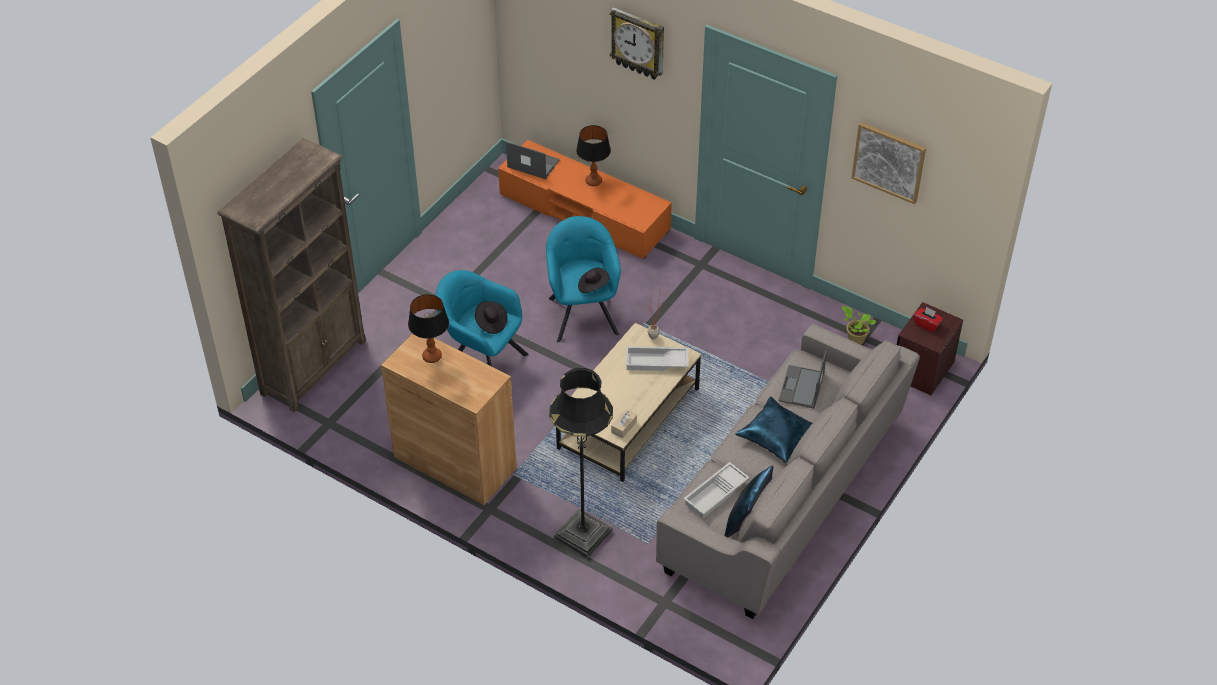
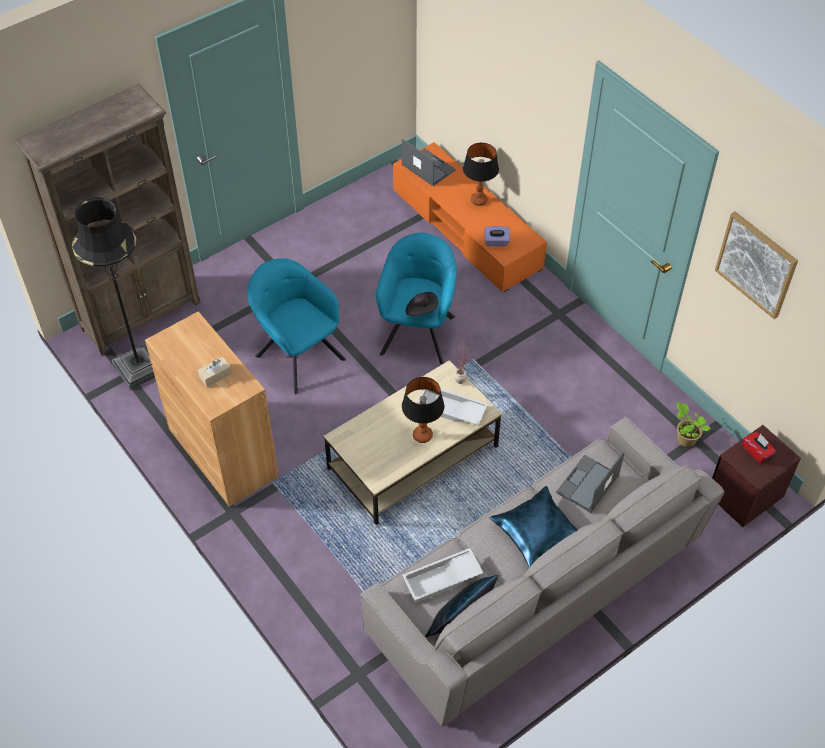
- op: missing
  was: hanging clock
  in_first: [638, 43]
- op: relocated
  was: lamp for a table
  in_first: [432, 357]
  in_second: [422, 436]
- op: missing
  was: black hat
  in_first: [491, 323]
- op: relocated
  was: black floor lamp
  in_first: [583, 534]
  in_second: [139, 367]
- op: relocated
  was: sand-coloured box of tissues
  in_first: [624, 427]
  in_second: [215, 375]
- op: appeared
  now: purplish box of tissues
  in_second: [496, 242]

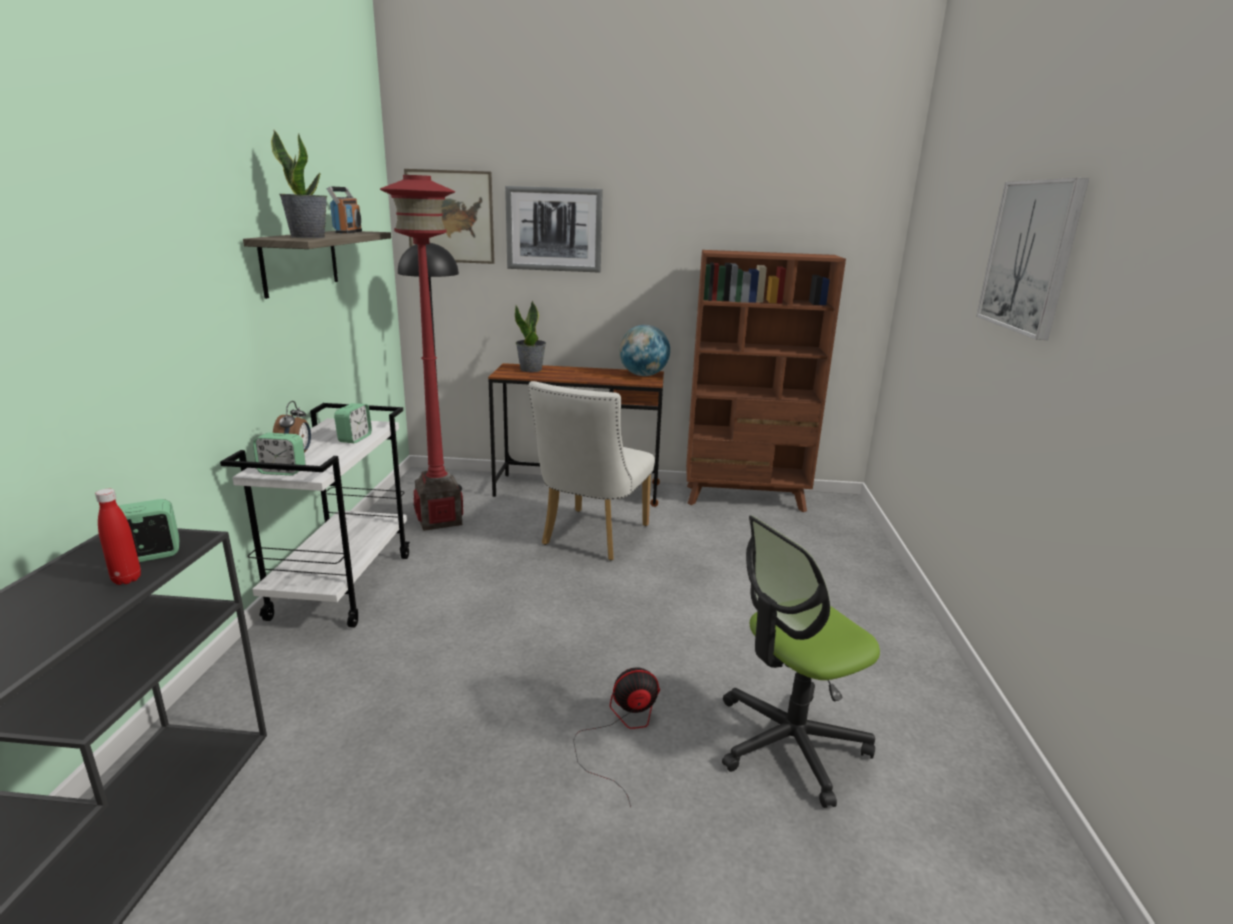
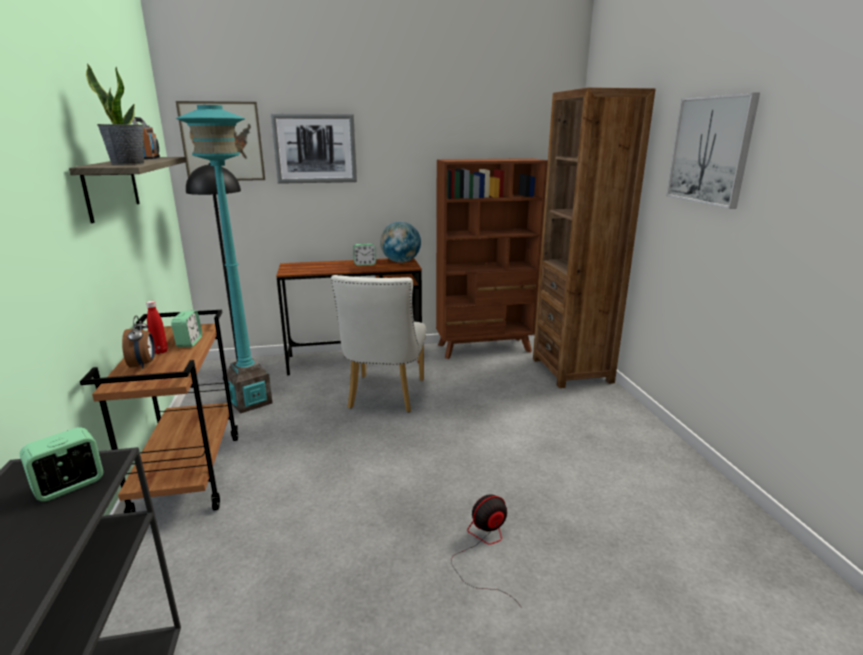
- op: colour
  was: red-coloured floor lamp
  now: turquoise-coloured floor lamp
  in_first: [440, 519]
  in_second: [250, 402]
- op: missing
  was: houseplant
  in_first: [531, 369]
- op: colour
  was: whitish cart
  now: brown cart
  in_first: [342, 585]
  in_second: [188, 474]
- op: relocated
  was: bedside clock
  in_first: [282, 471]
  in_second: [364, 264]
- op: relocated
  was: red-coloured drink bottle
  in_first: [127, 579]
  in_second: [160, 351]
- op: missing
  was: office chair
  in_first: [789, 743]
- op: appeared
  now: brown bookcase
  in_second: [572, 370]

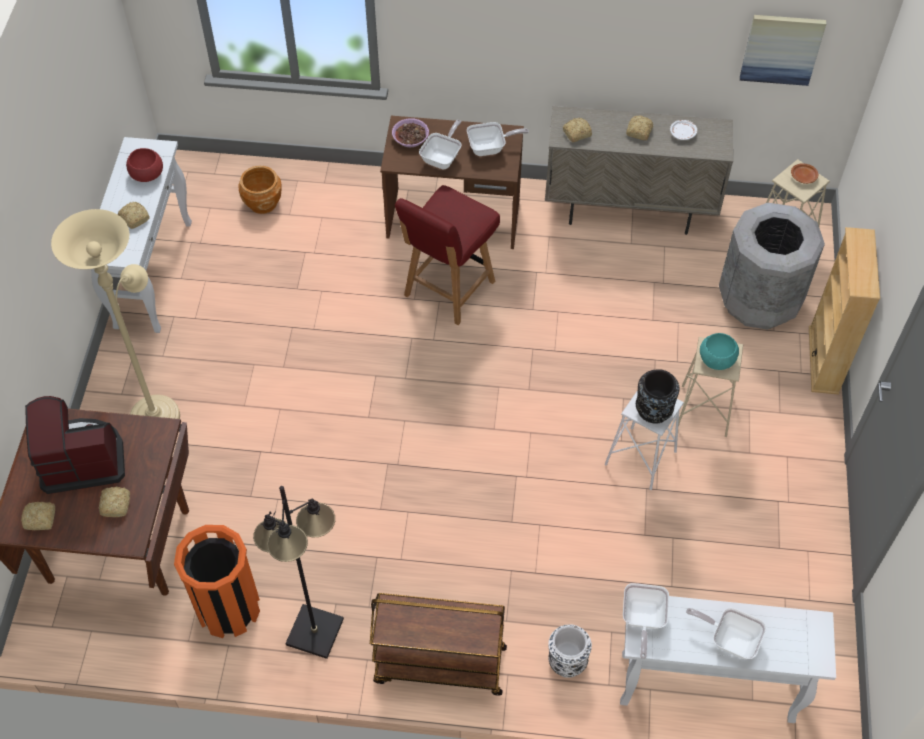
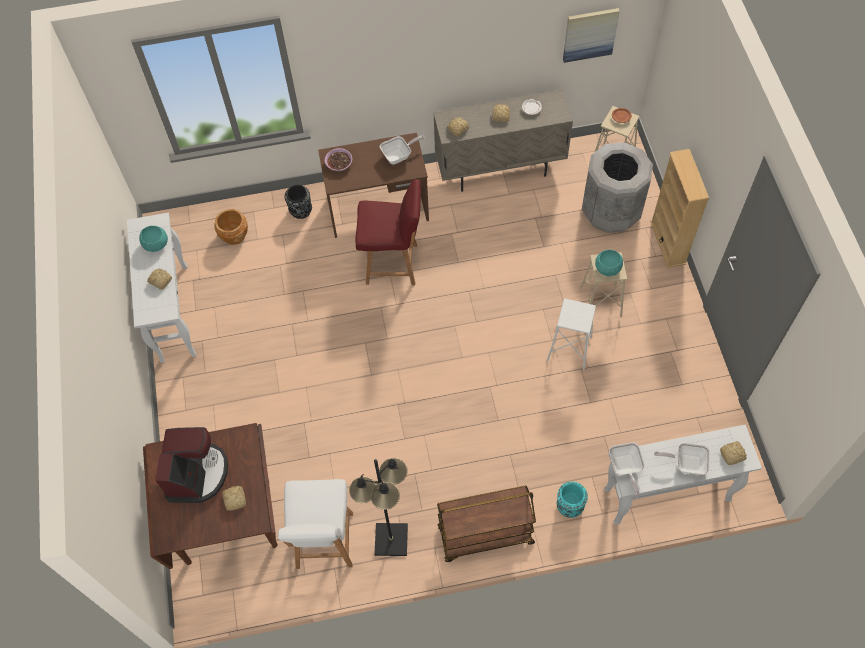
- op: missing
  was: skillet
  in_first: [443, 157]
- op: colour
  was: red-coloured deep dish
  now: turquoise-coloured deep dish
  in_first: [146, 174]
  in_second: [155, 244]
- op: spun
  was: red-coloured chair
  in_first: [448, 290]
  in_second: [393, 264]
  clockwise: -105
- op: missing
  was: sand-coloured floor lamp
  in_first: [156, 412]
- op: relocated
  was: black decorative vase
  in_first: [653, 411]
  in_second: [301, 211]
- op: spun
  was: coffee maker
  in_first: [82, 459]
  in_second: [196, 474]
  clockwise: 120
- op: relocated
  was: baked bread
  in_first: [41, 519]
  in_second: [733, 455]
- op: exchanged
  was: orange rubbish bin
  now: whitish chair
  in_first: [228, 608]
  in_second: [324, 542]
- op: colour
  was: whitish decorative vase
  now: turquoise-coloured decorative vase
  in_first: [566, 661]
  in_second: [569, 506]

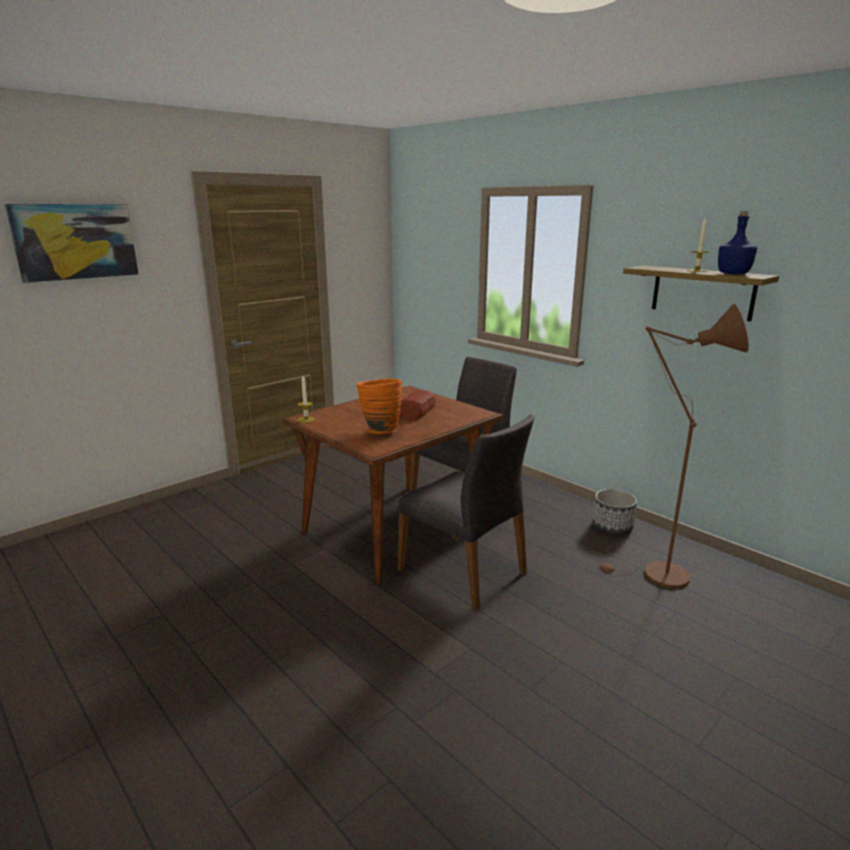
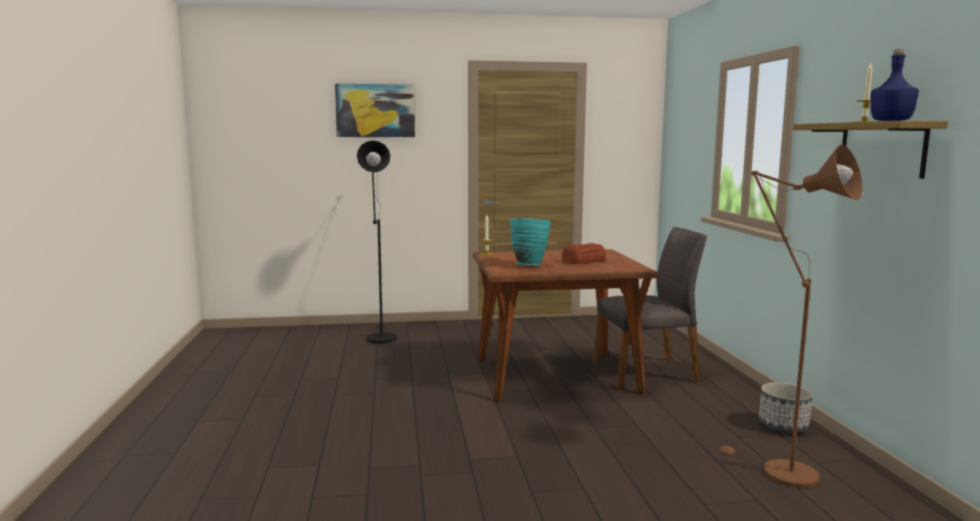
- op: colour
  was: orange decorative vase
  now: turquoise-coloured decorative vase
  in_first: [380, 431]
  in_second: [528, 265]
- op: missing
  was: grey chair
  in_first: [464, 571]
- op: appeared
  now: black floor lamp
  in_second: [380, 337]

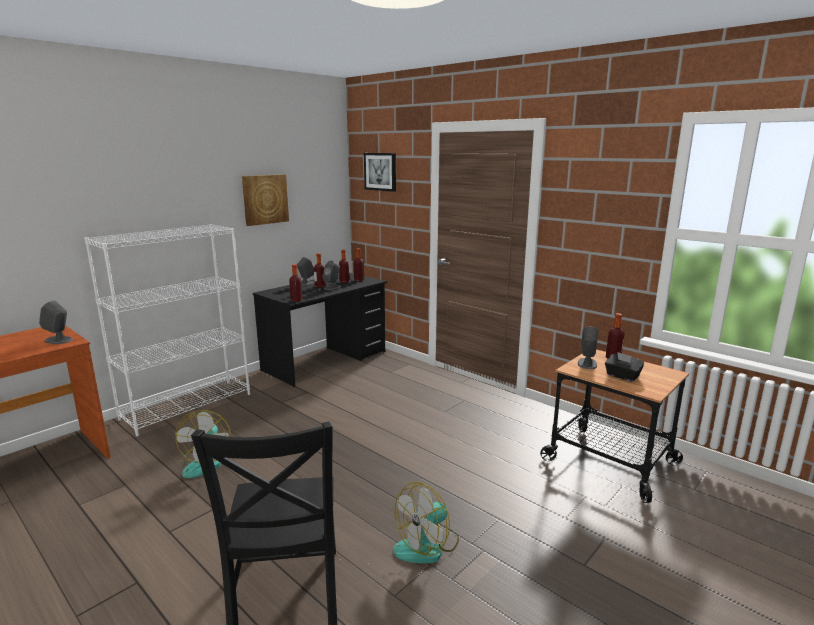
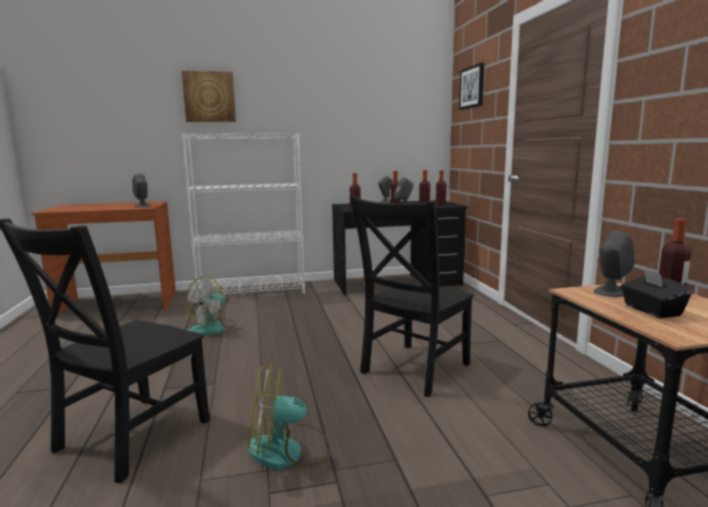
- op: relocated
  was: wall art
  in_first: [265, 199]
  in_second: [209, 97]
- op: appeared
  now: black chair
  in_second: [413, 370]

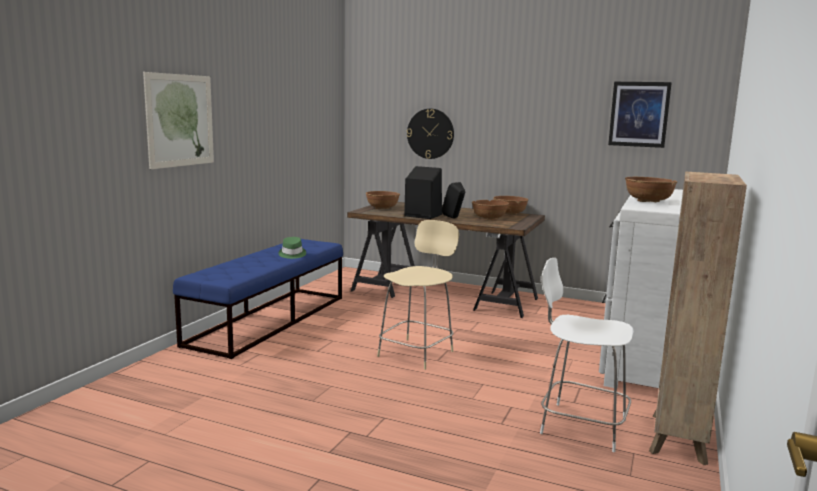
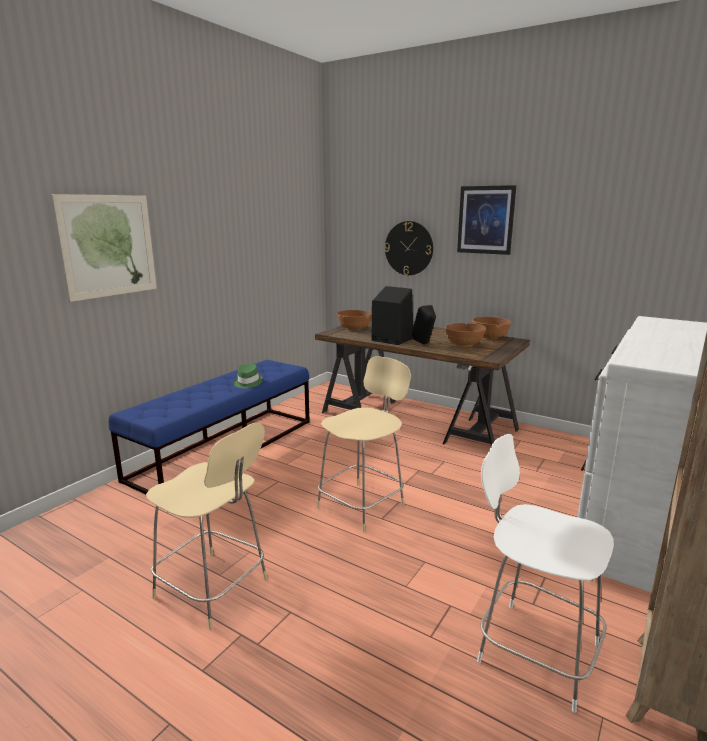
- op: relocated
  was: wall art
  in_first: [639, 114]
  in_second: [486, 220]
- op: missing
  was: brown deep dish
  in_first: [648, 201]
- op: appeared
  now: sand-coloured chair
  in_second: [214, 589]

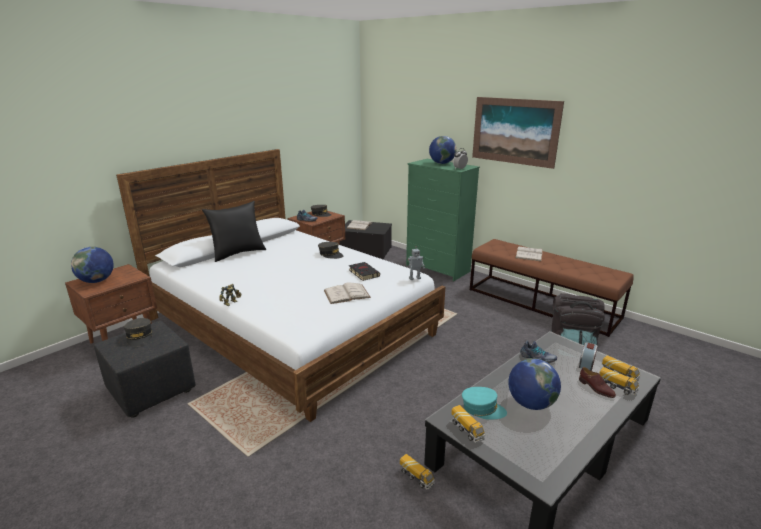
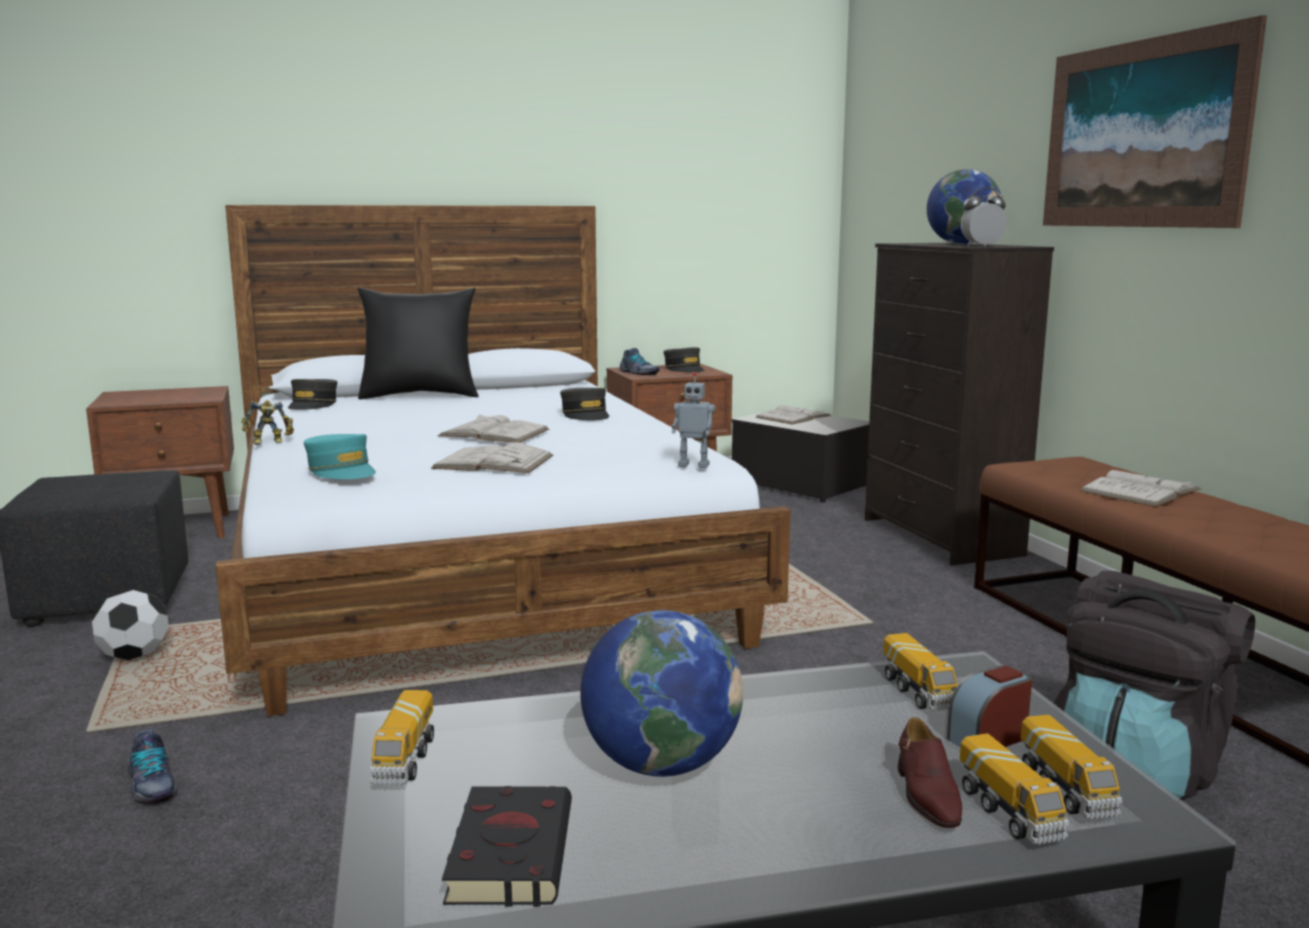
- op: colour
  was: green dresser
  now: black dresser
  in_first: [438, 268]
  in_second: [940, 537]
- op: missing
  was: globe
  in_first: [97, 281]
- op: relocated
  was: black volume
  in_first: [363, 273]
  in_second: [511, 851]
- op: relocated
  was: grey cap
  in_first: [139, 337]
  in_second: [313, 405]
- op: relocated
  was: item of footwear
  in_first: [537, 358]
  in_second: [151, 786]
- op: relocated
  was: turquoise-coloured cap
  in_first: [482, 409]
  in_second: [341, 471]
- op: relocated
  was: model truck
  in_first: [416, 477]
  in_second: [919, 693]
- op: appeared
  now: whitish volume
  in_second: [494, 433]
- op: appeared
  now: football ball
  in_second: [134, 657]

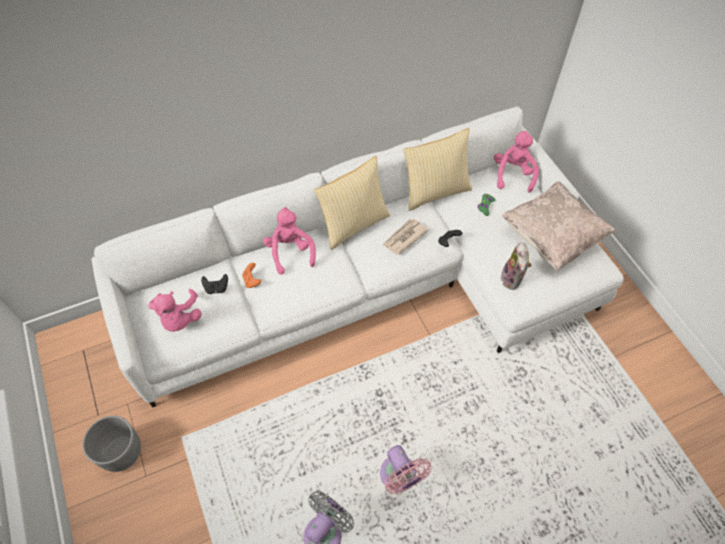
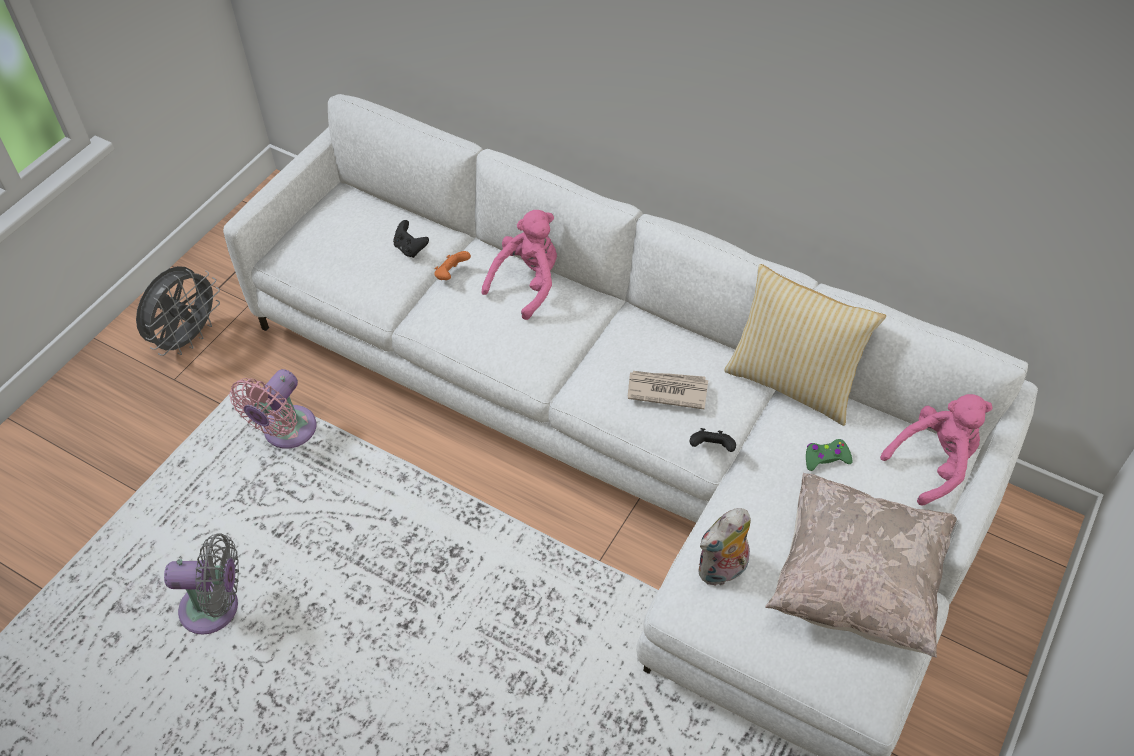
- op: missing
  was: throw pillow
  in_first: [353, 224]
- op: missing
  was: pink-coloured soft toy
  in_first: [179, 318]
- op: exchanged
  was: grey plant pot
  now: grey electric fan
  in_first: [121, 452]
  in_second: [188, 338]
- op: relocated
  was: pink-coloured electric fan
  in_first: [400, 477]
  in_second: [286, 432]

